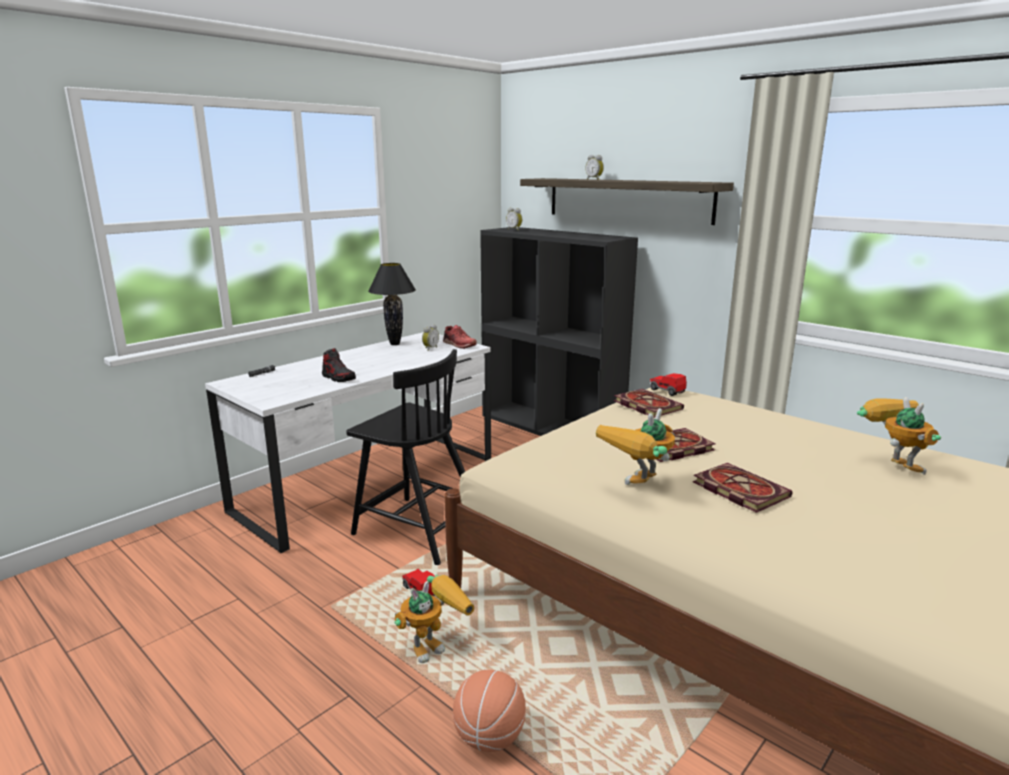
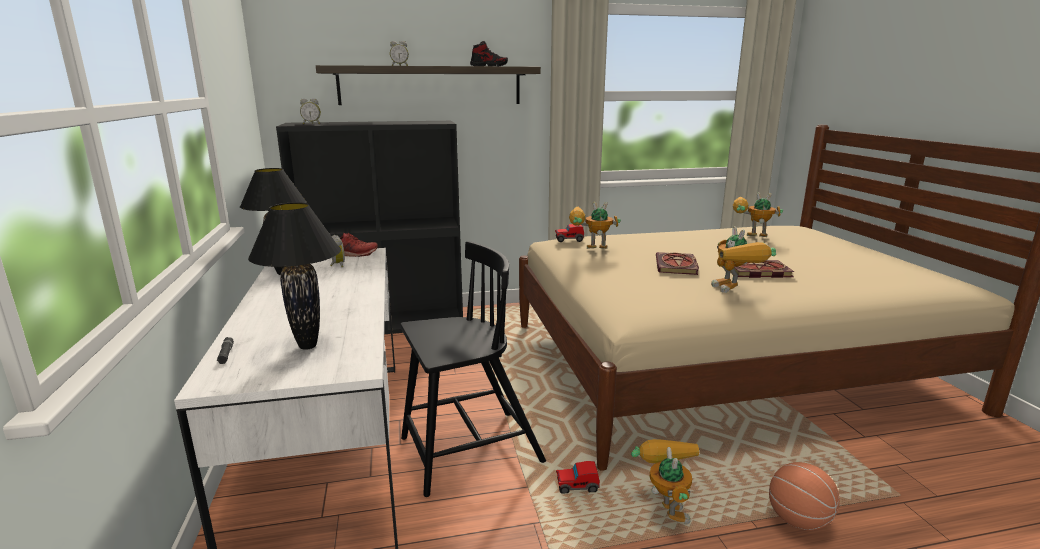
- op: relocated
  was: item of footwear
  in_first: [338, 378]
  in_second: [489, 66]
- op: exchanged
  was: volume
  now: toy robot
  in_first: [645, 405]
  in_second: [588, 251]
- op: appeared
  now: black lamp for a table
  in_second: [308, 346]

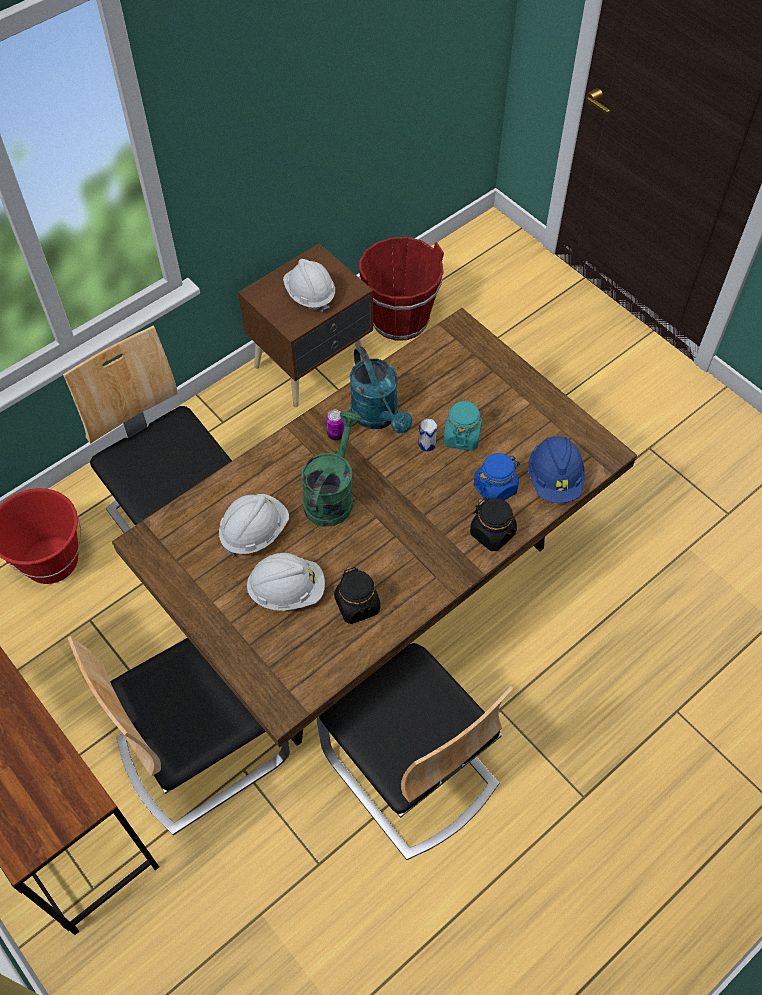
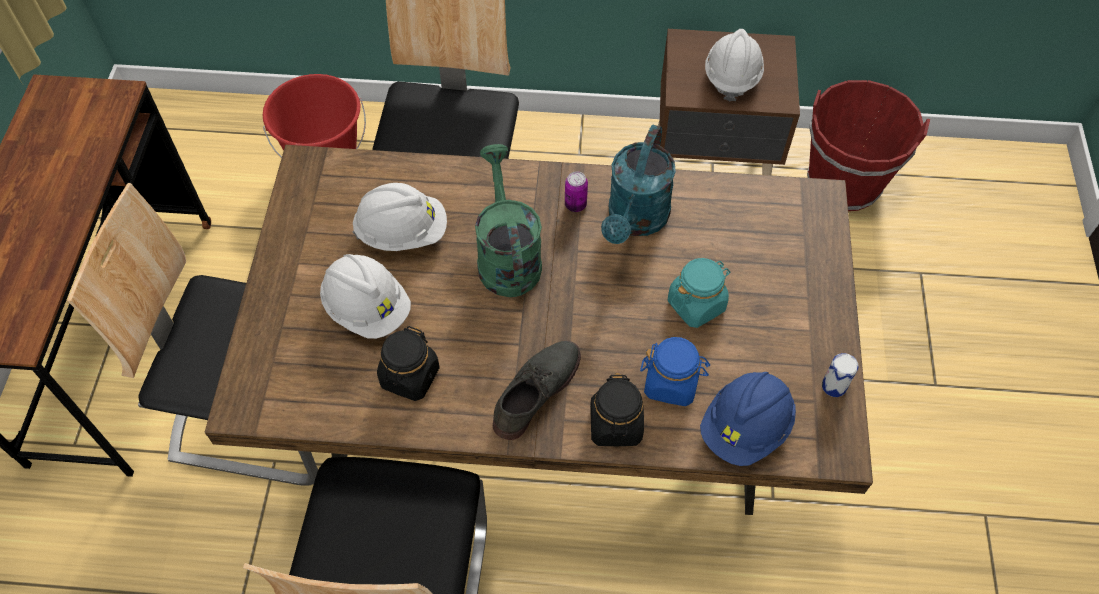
- op: spun
  was: green sprinkling can
  in_first: [331, 495]
  in_second: [506, 256]
  clockwise: -75
- op: relocated
  was: sealed can
  in_first: [427, 444]
  in_second: [834, 386]
- op: appeared
  now: grey item of footwear
  in_second: [536, 390]

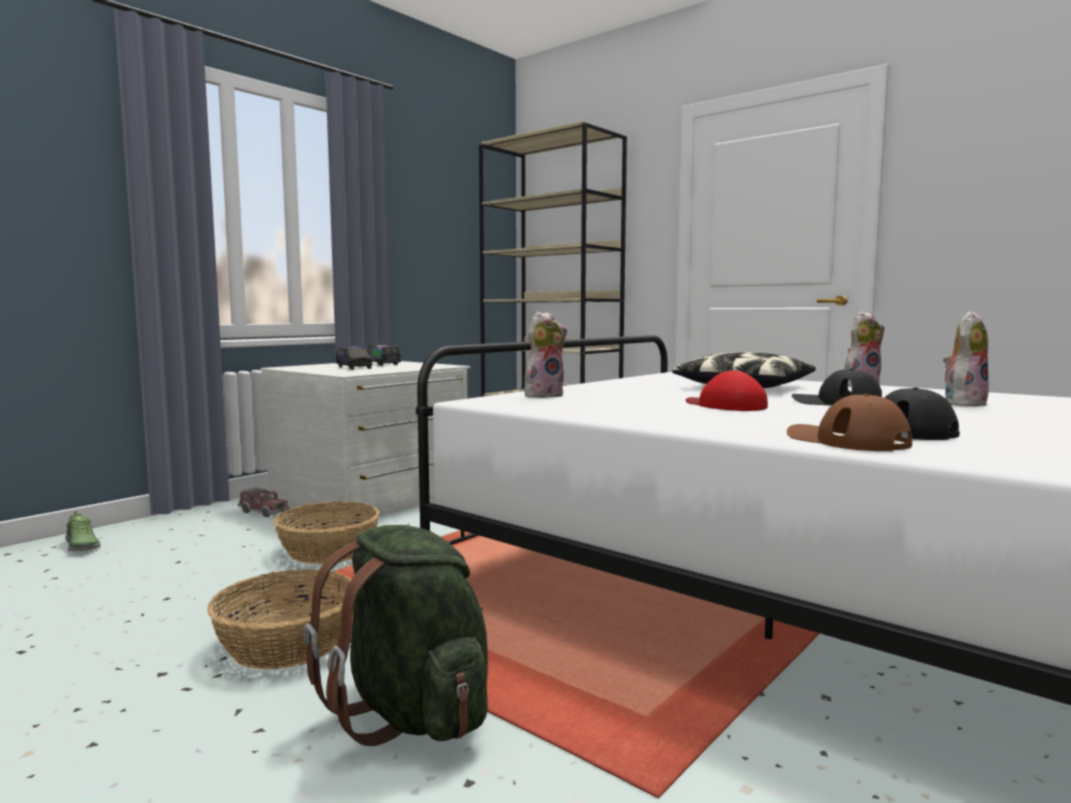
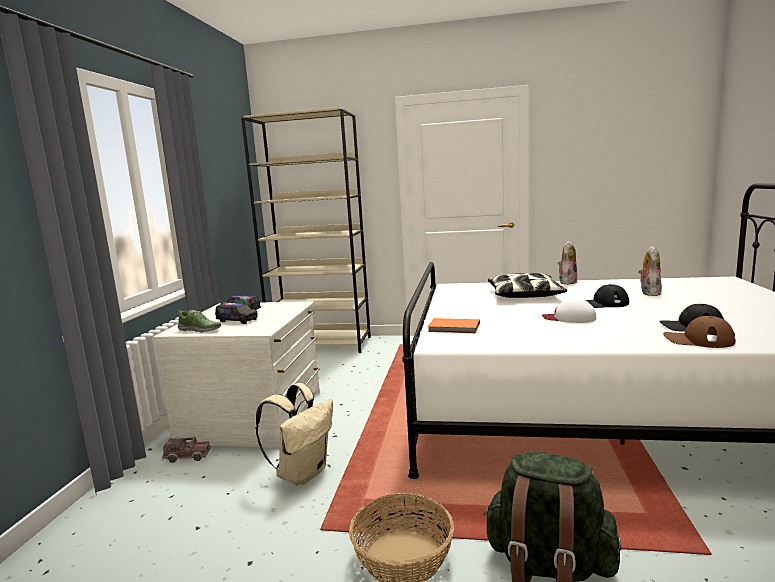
- op: exchanged
  was: soft toy
  now: orange volume
  in_first: [543, 395]
  in_second: [454, 328]
- op: colour
  was: red-coloured cap
  now: whitish cap
  in_first: [725, 405]
  in_second: [569, 318]
- op: exchanged
  was: basket
  now: sand-coloured rucksack
  in_first: [329, 550]
  in_second: [302, 473]
- op: relocated
  was: item of footwear
  in_first: [81, 546]
  in_second: [200, 330]

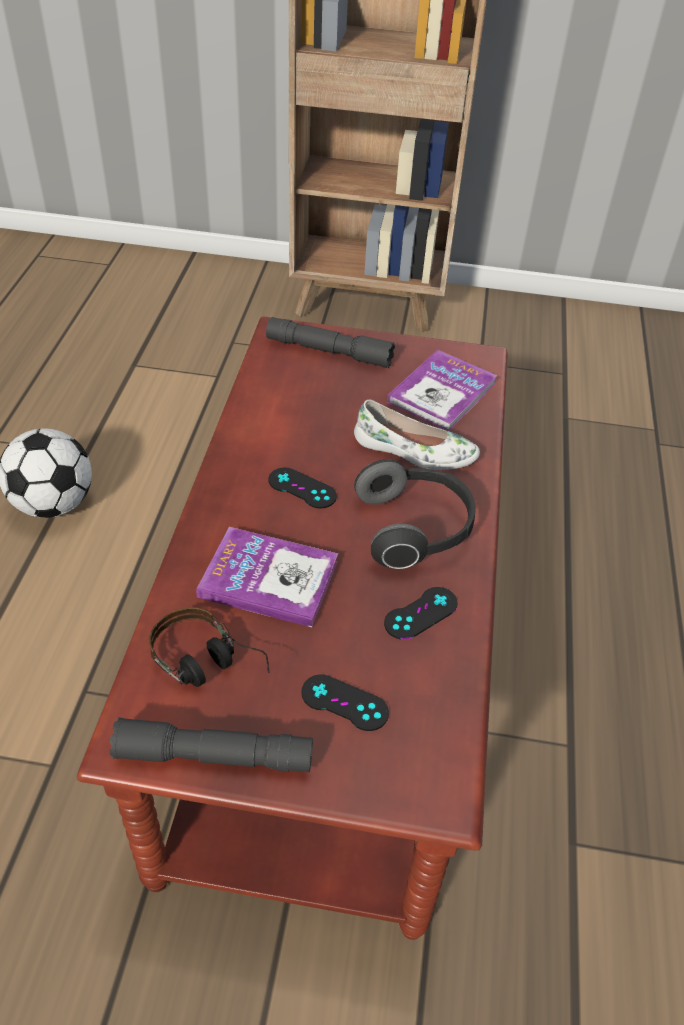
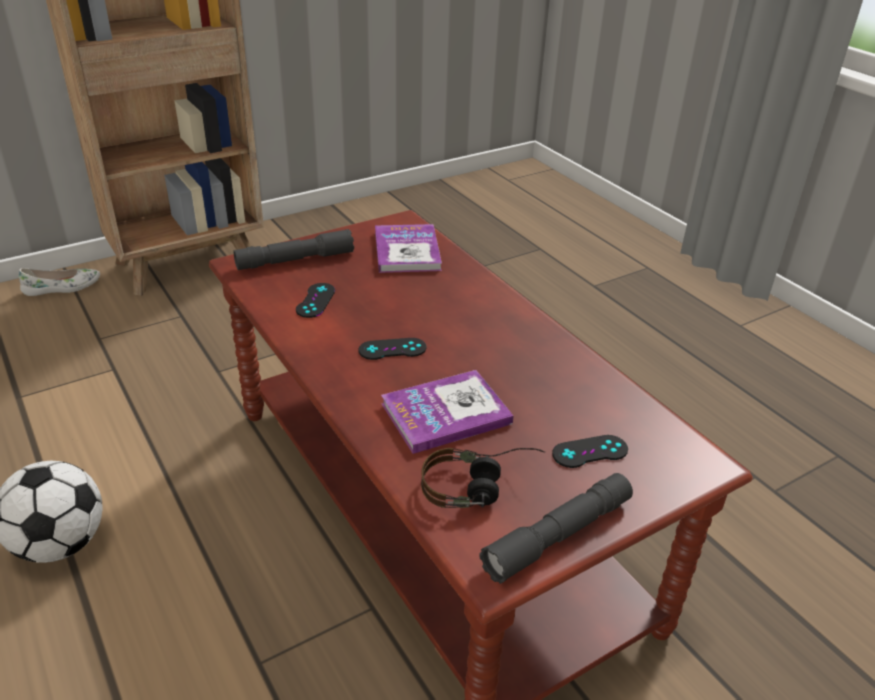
- op: relocated
  was: whitish item of footwear
  in_first: [414, 451]
  in_second: [62, 287]
- op: missing
  was: headset
  in_first: [415, 529]
- op: relocated
  was: black gamepad
  in_first: [421, 613]
  in_second: [315, 300]

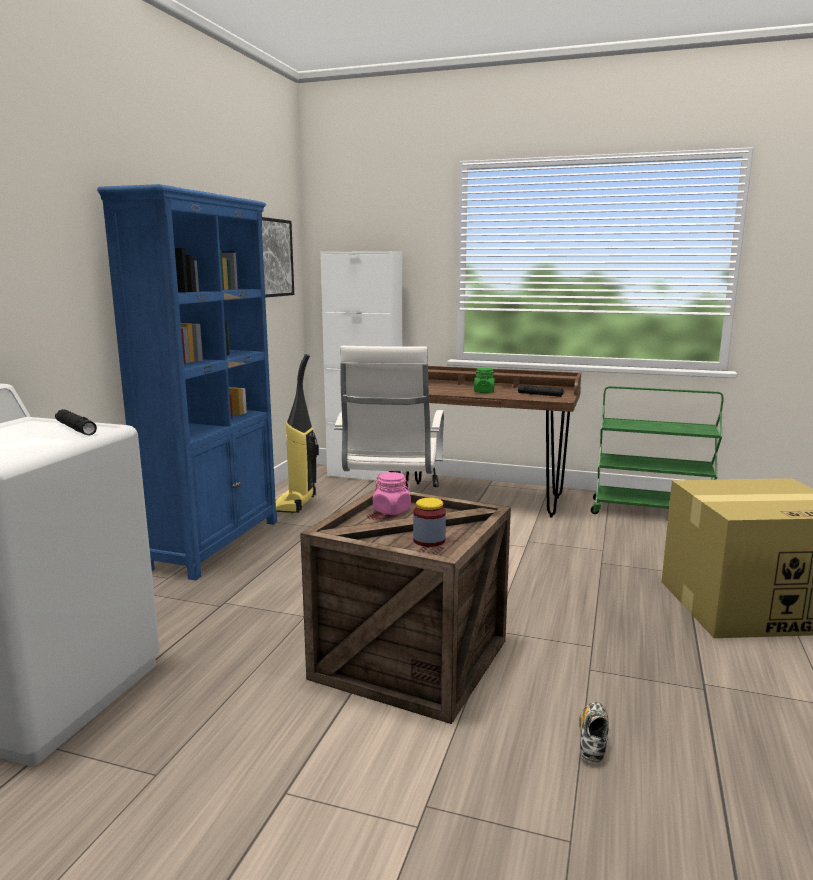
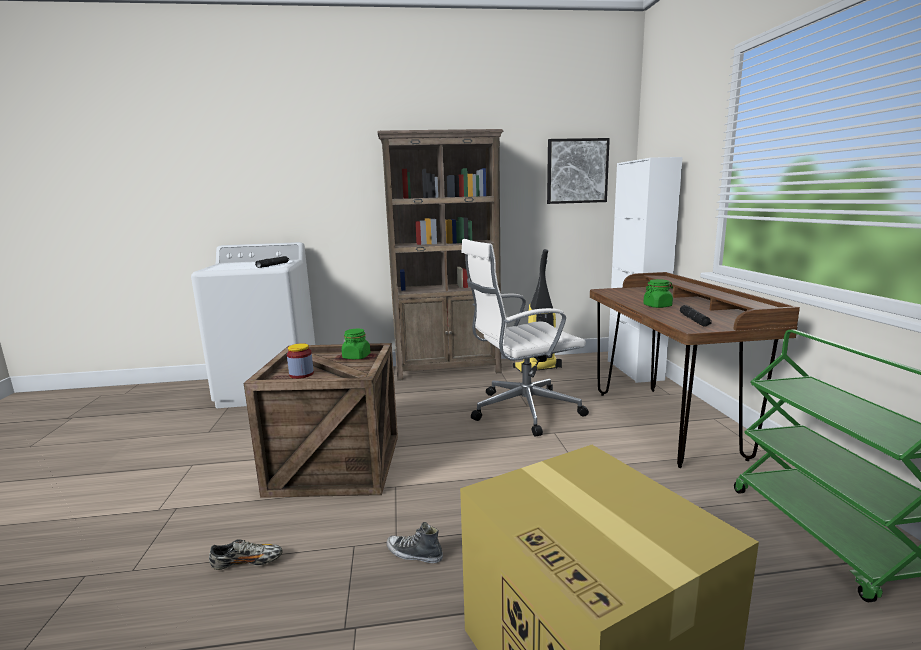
- op: colour
  was: blue-coloured bookcase
  now: brown bookcase
  in_first: [216, 544]
  in_second: [448, 370]
- op: colour
  was: pink-coloured jar
  now: green jar
  in_first: [392, 510]
  in_second: [356, 357]
- op: appeared
  now: item of footwear
  in_second: [414, 554]

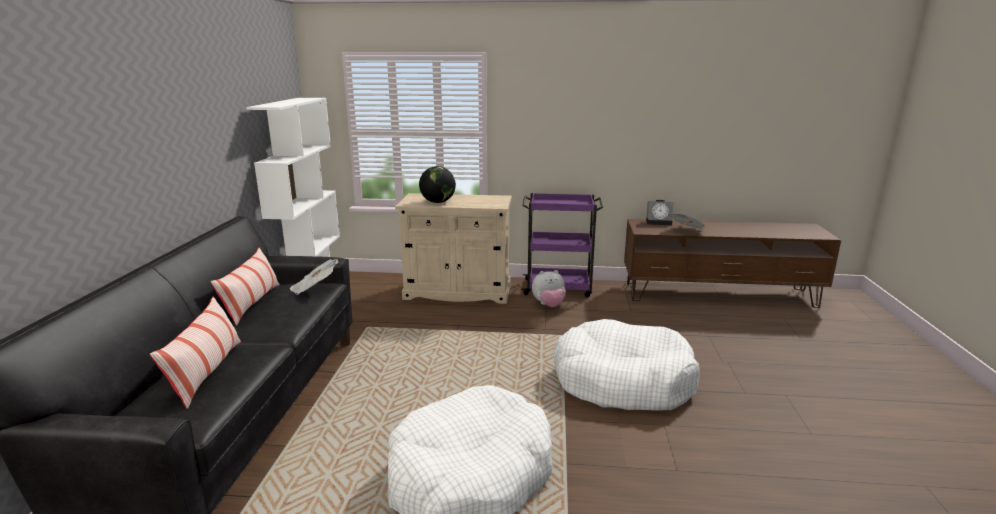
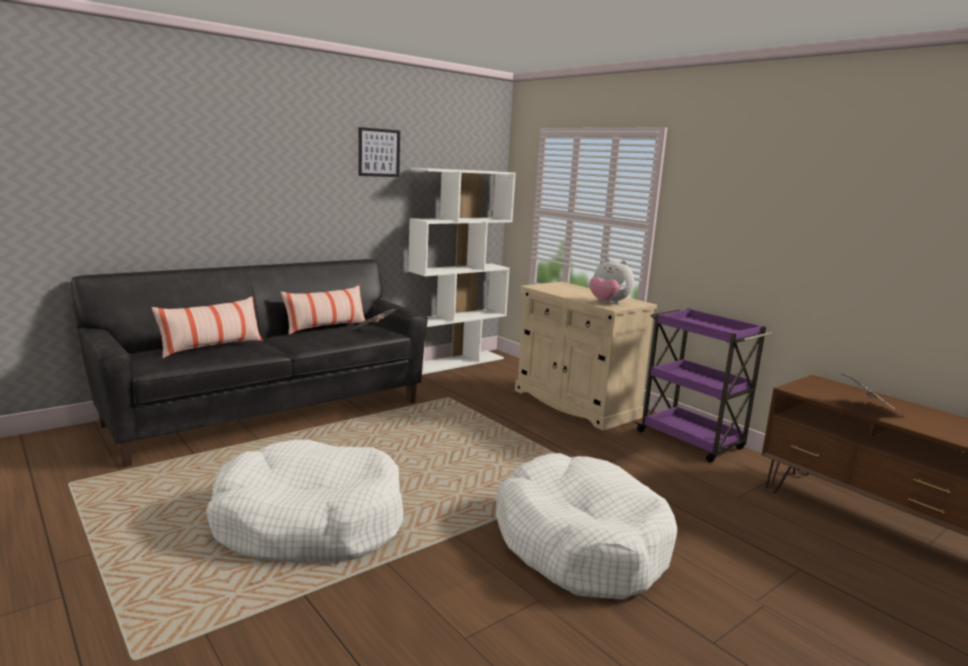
- op: missing
  was: globe
  in_first: [438, 202]
- op: missing
  was: bedside clock
  in_first: [659, 222]
- op: relocated
  was: soft toy
  in_first: [549, 305]
  in_second: [608, 303]
- op: appeared
  now: wall art
  in_second: [379, 152]

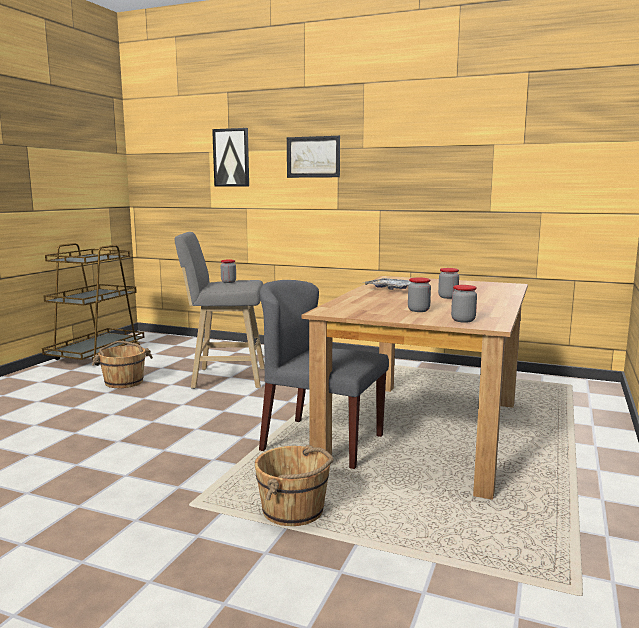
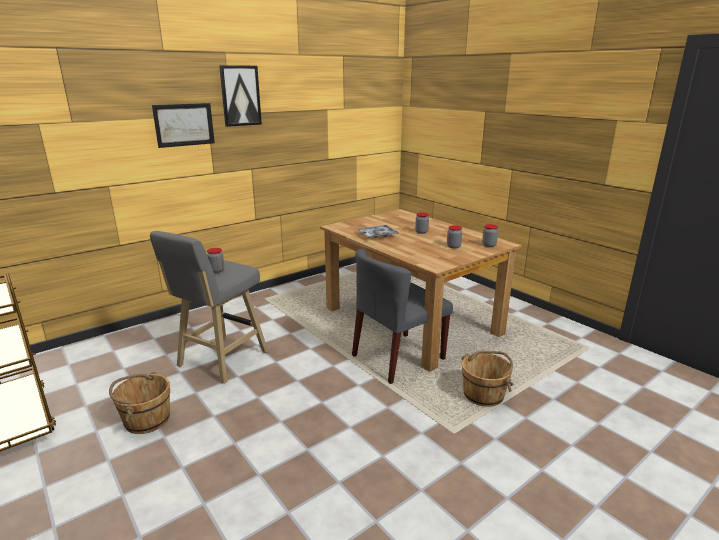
- op: relocated
  was: wall art
  in_first: [231, 157]
  in_second: [240, 96]

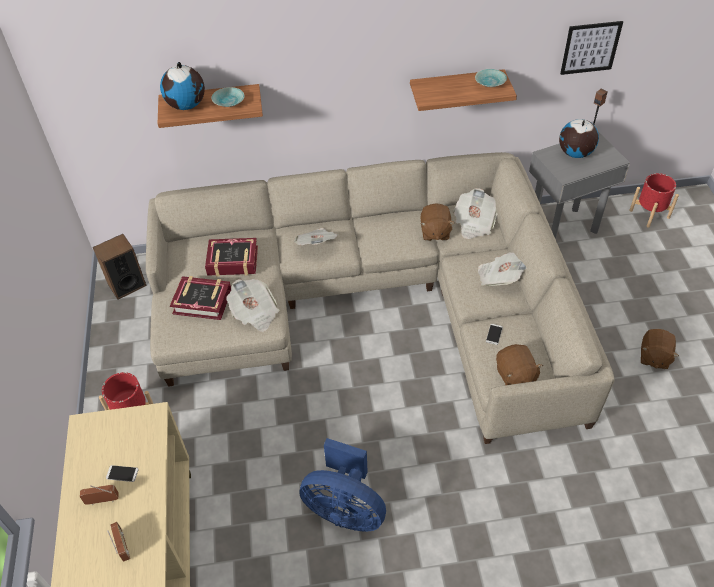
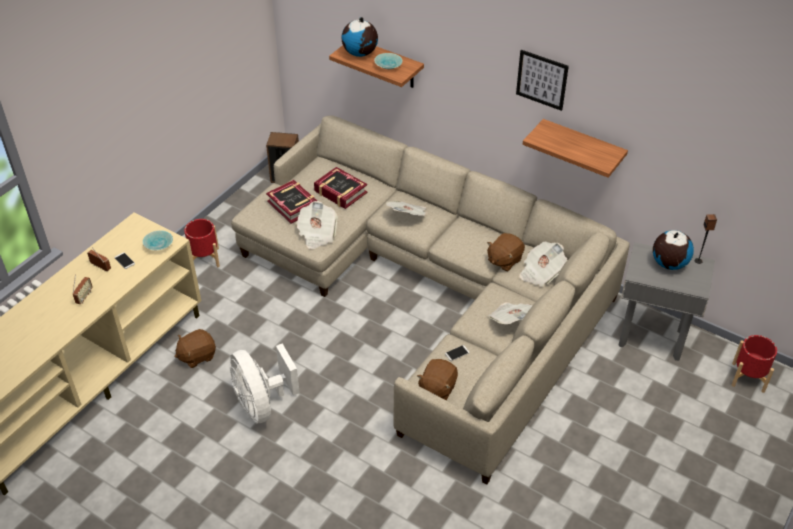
- op: relocated
  was: wall art
  in_first: [590, 47]
  in_second: [542, 79]
- op: relocated
  was: turquoise-coloured deep dish
  in_first: [489, 83]
  in_second: [158, 244]
- op: relocated
  was: brown soft toy
  in_first: [654, 357]
  in_second: [197, 356]
- op: colour
  was: blue-coloured electric fan
  now: whitish electric fan
  in_first: [345, 509]
  in_second: [262, 404]

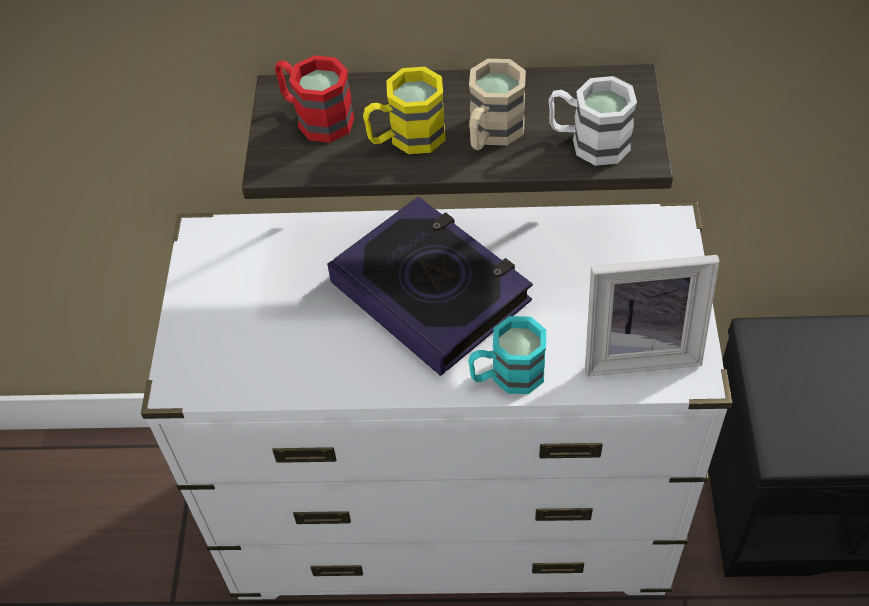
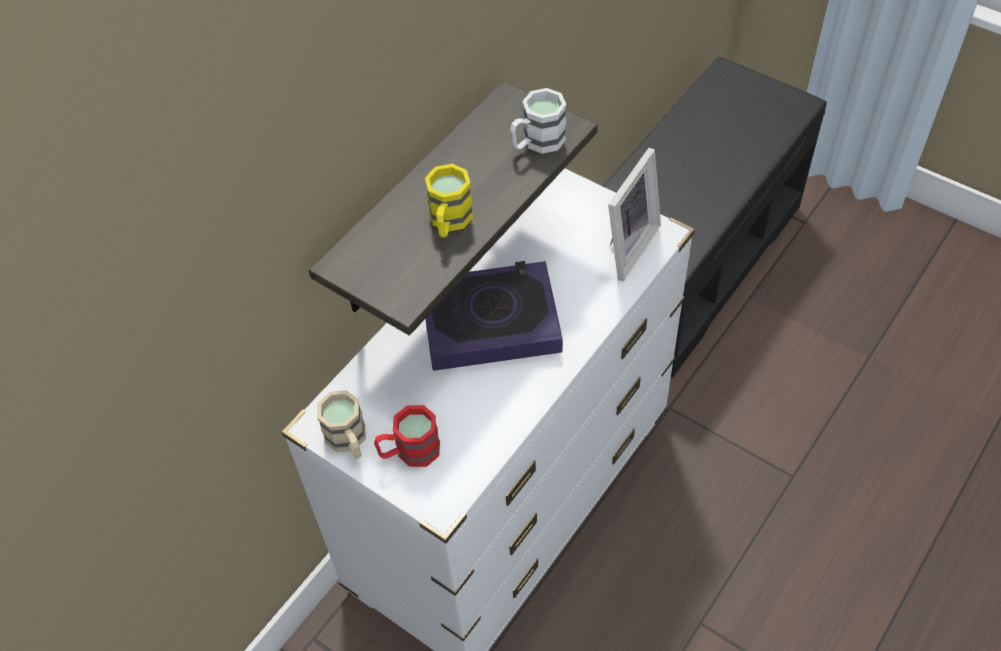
- op: relocated
  was: red-coloured tea mug
  in_first: [316, 118]
  in_second: [409, 452]
- op: relocated
  was: sand-coloured tea mug
  in_first: [491, 134]
  in_second: [349, 441]
- op: missing
  was: turquoise-coloured tea mug
  in_first: [507, 375]

